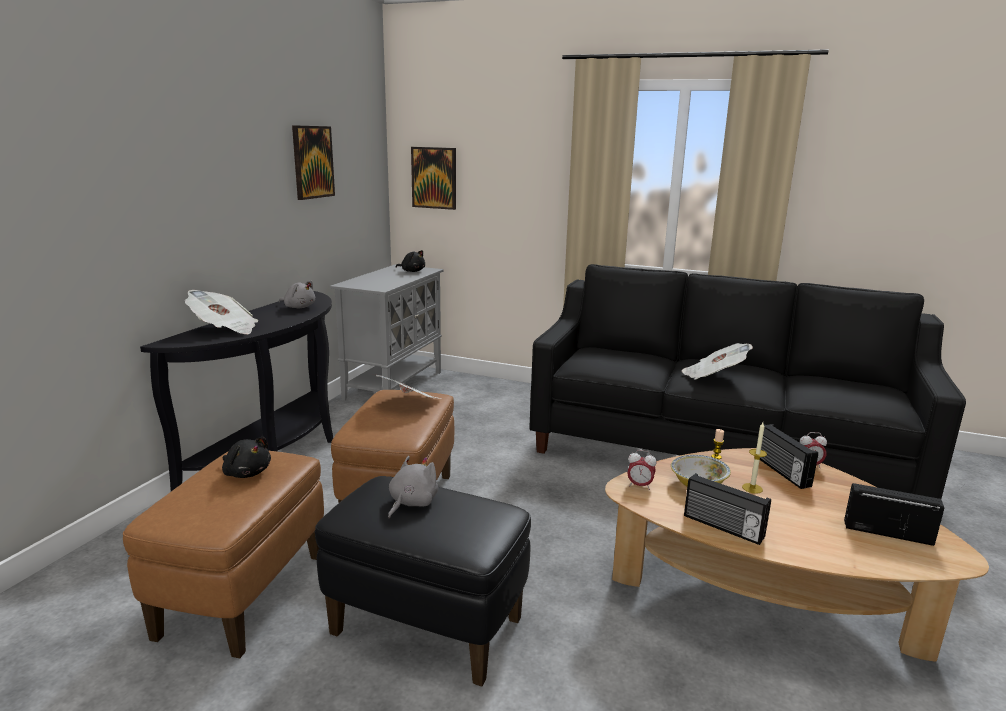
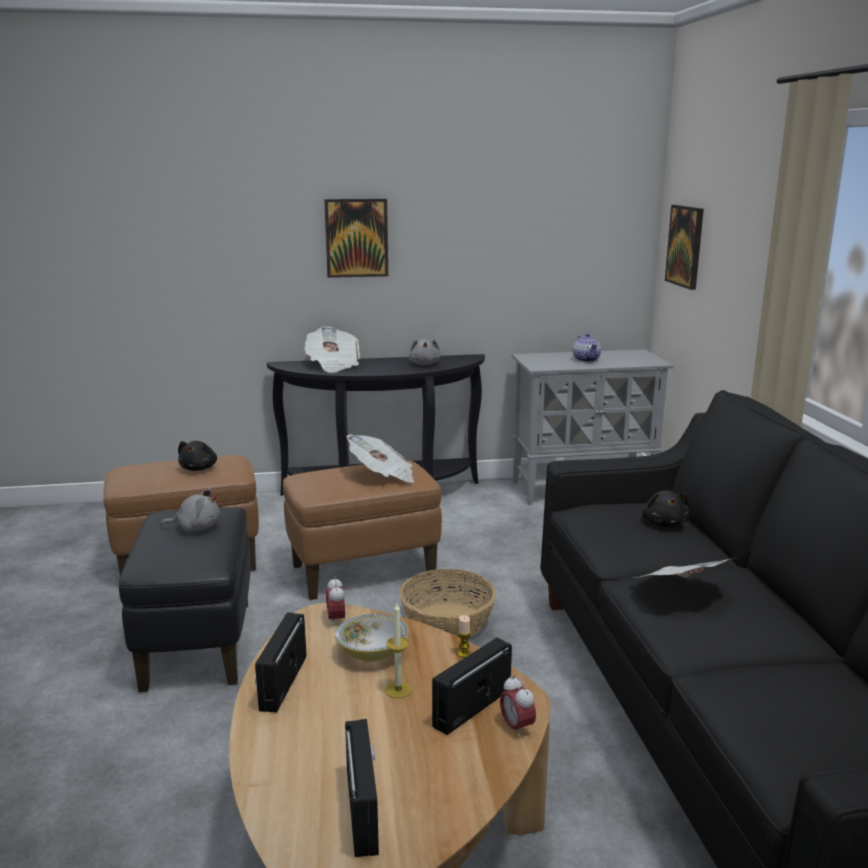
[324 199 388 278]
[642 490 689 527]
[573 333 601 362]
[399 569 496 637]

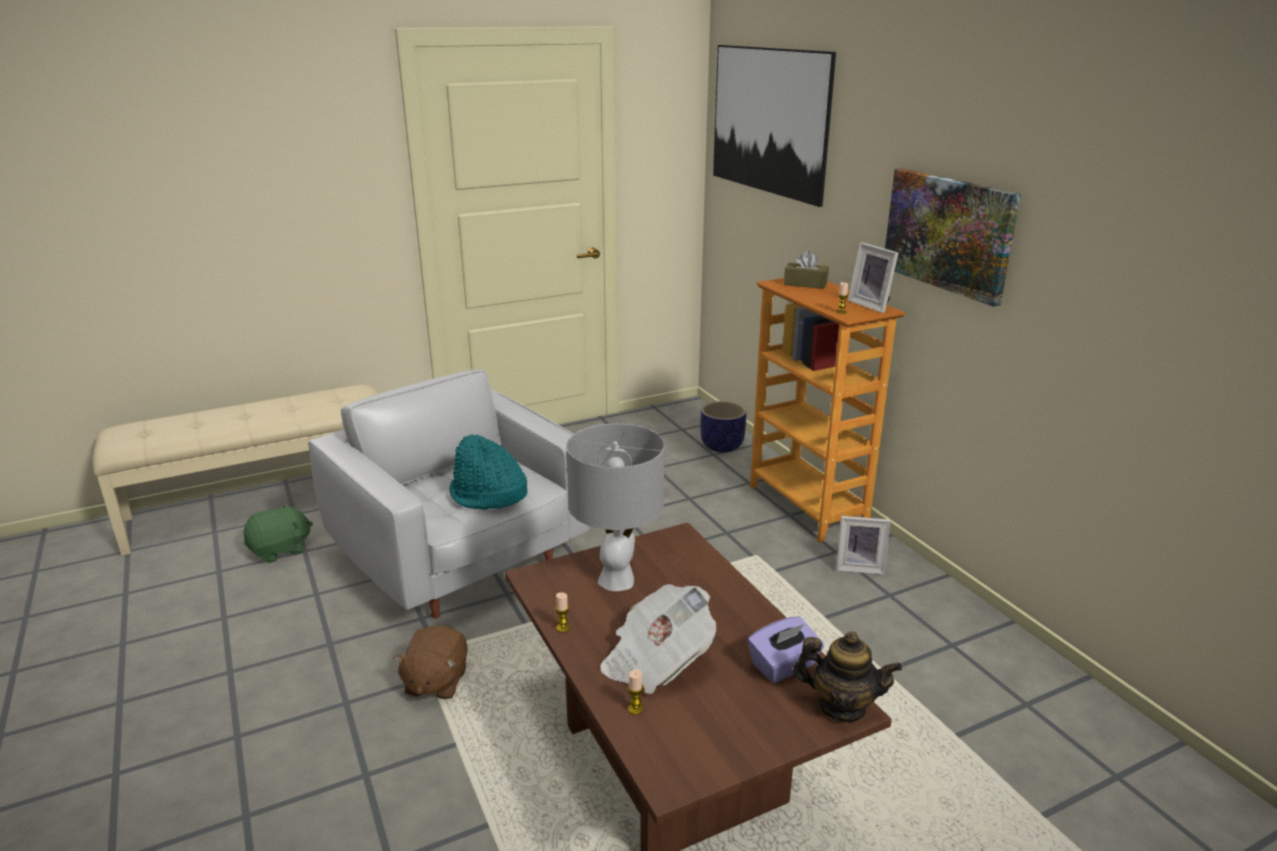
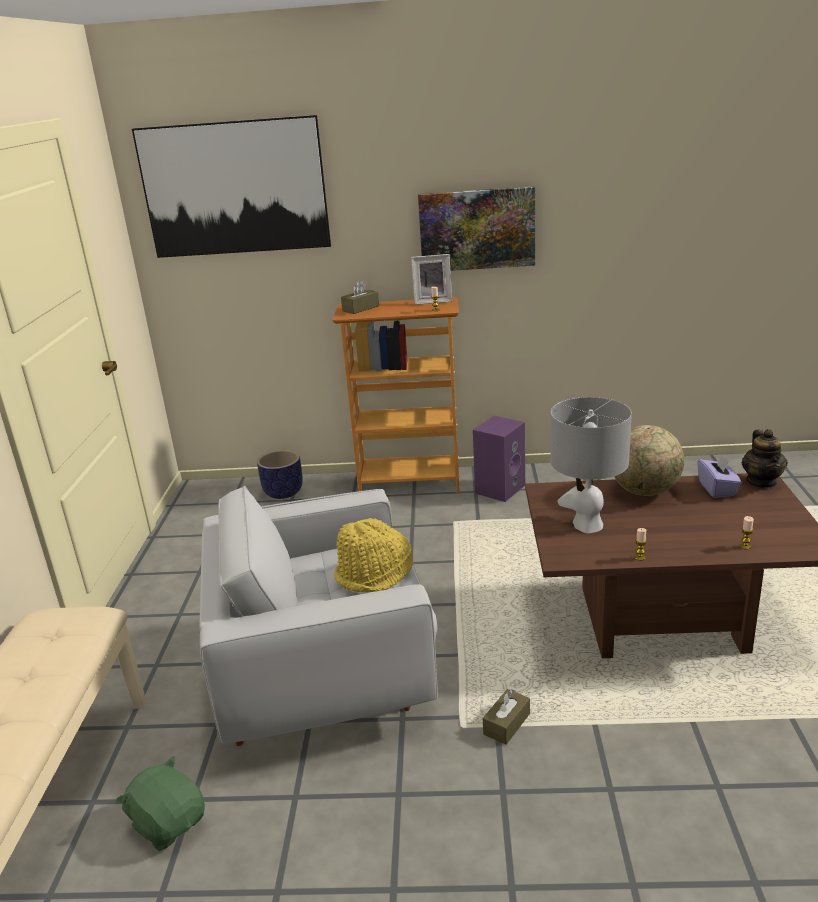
[334 518 413 592]
[116 756 205 851]
[473 416 525 502]
[600 584 716 694] (first image)
[483 689 530 745]
[742 429 788 488]
[614 425 684 496]

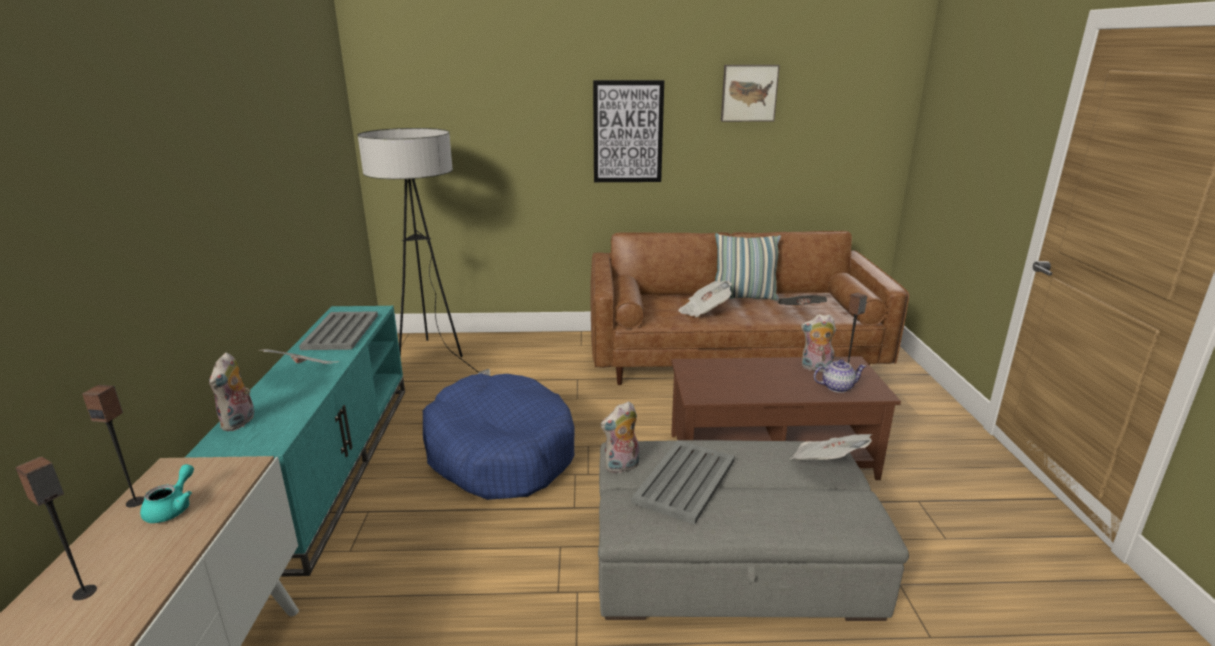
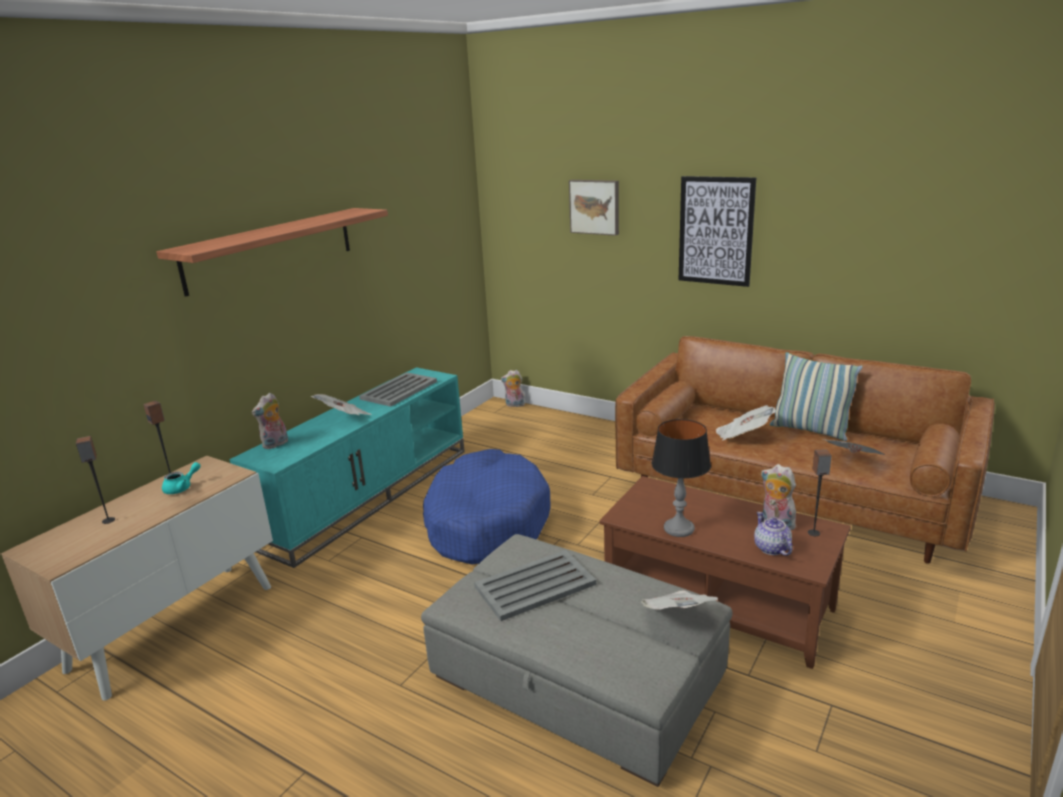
[569 180 619 236]
[358 128 490 376] (first image)
[754 512 793 556]
[501 370 526 407]
[156 208 388 297]
[652 419 711 537]

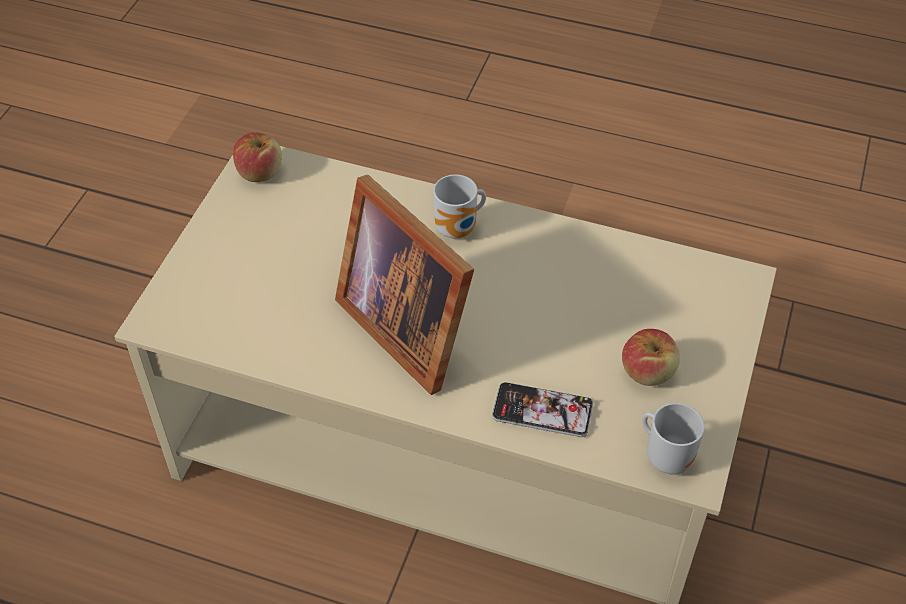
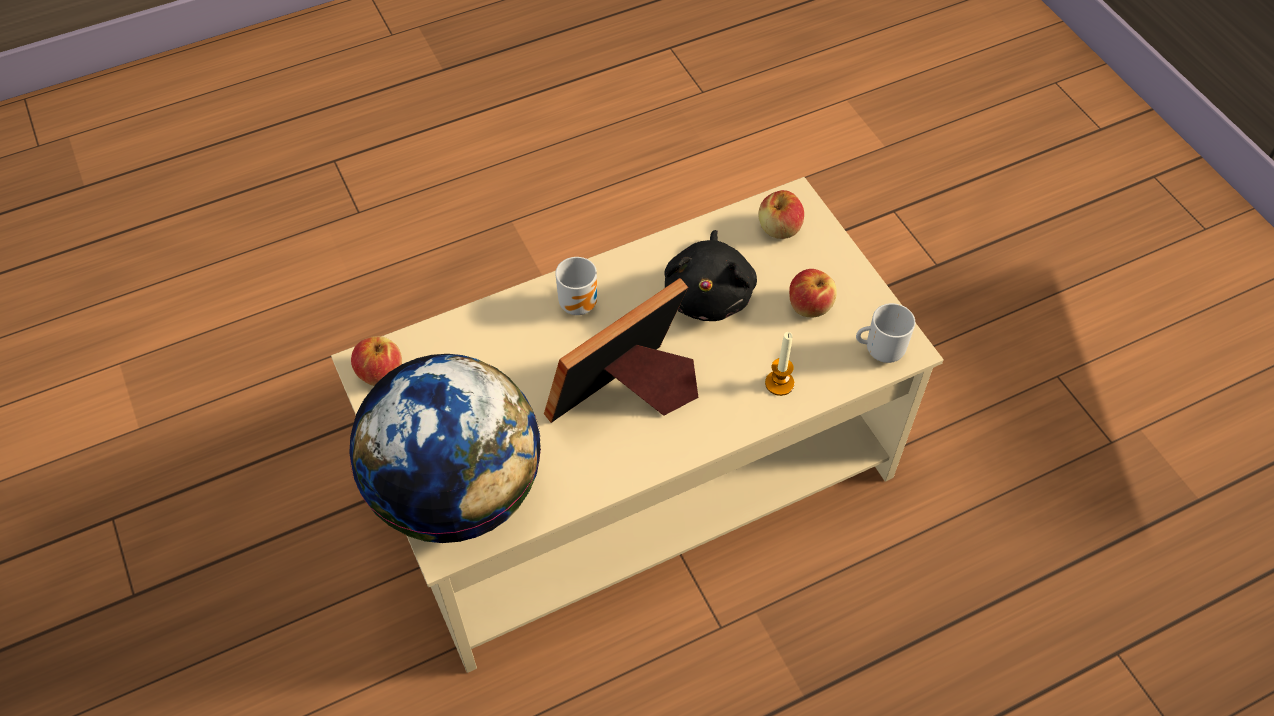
[544 278 698 423]
[765 332 794 396]
[758 190 804 239]
[664 230 757 321]
[349 354 541 543]

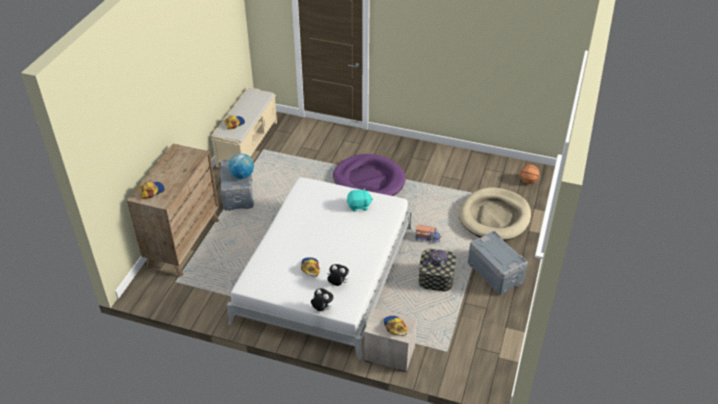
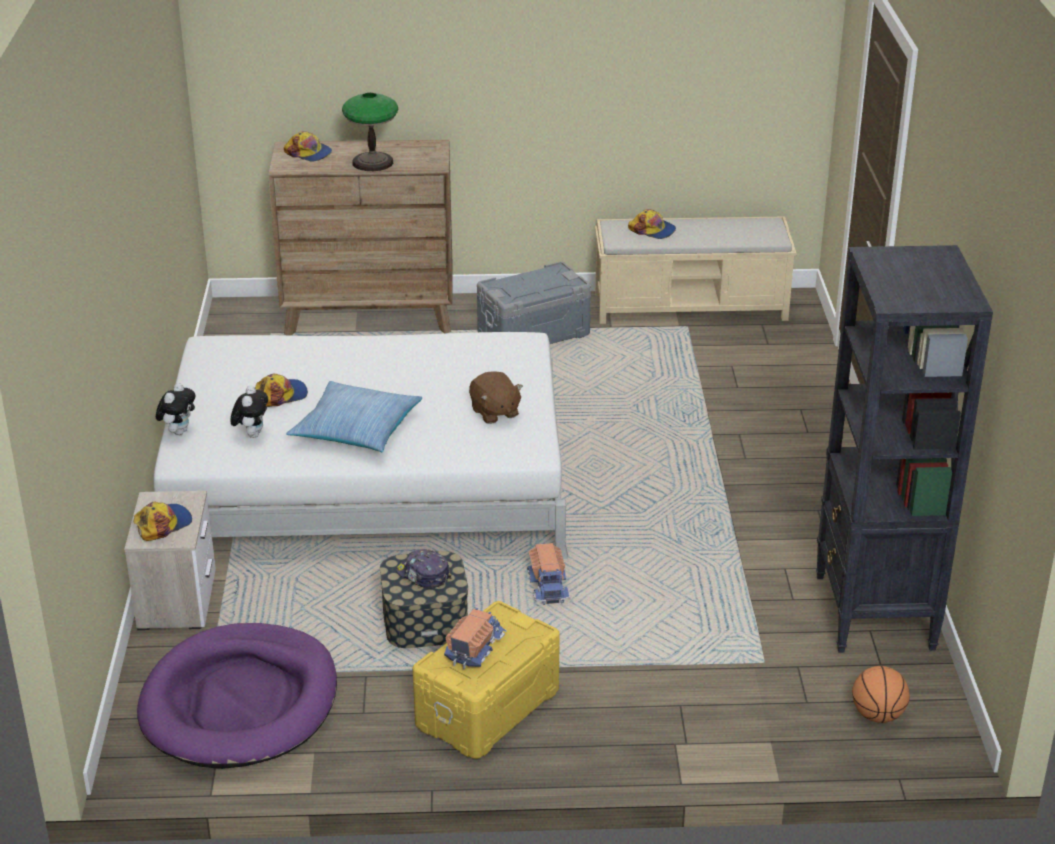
[228 153 254 179] (first image)
[137 623 337 769]
[459 187 531 240] (first image)
[469 371 523 424]
[413 601 560 759]
[342 93 398 171]
[816 245 993 653]
[286 381 422 452]
[444 608 507 669]

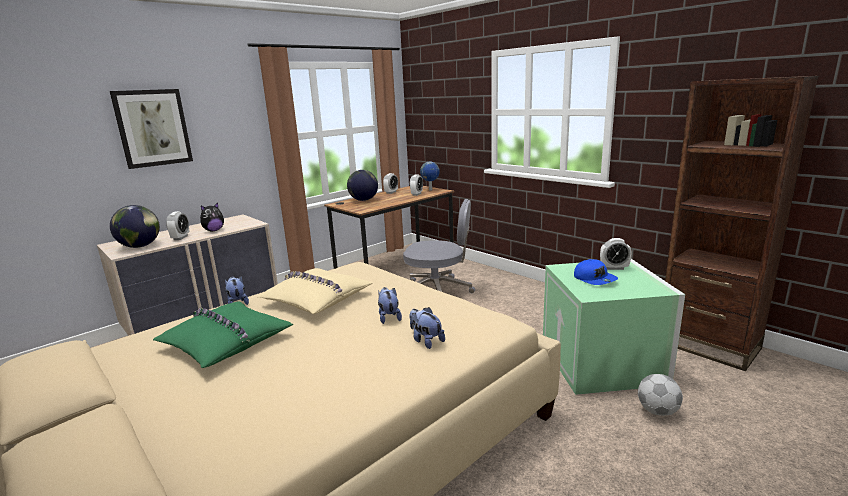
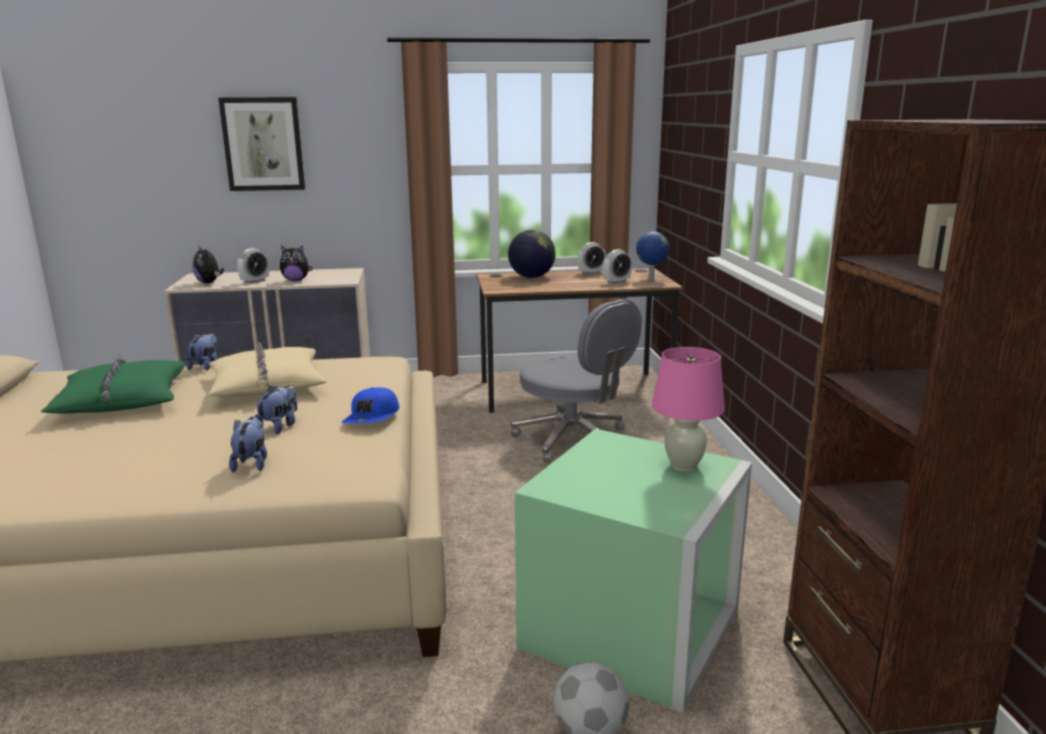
[193 247 224 283]
[652 347 725 472]
[342 387 399 424]

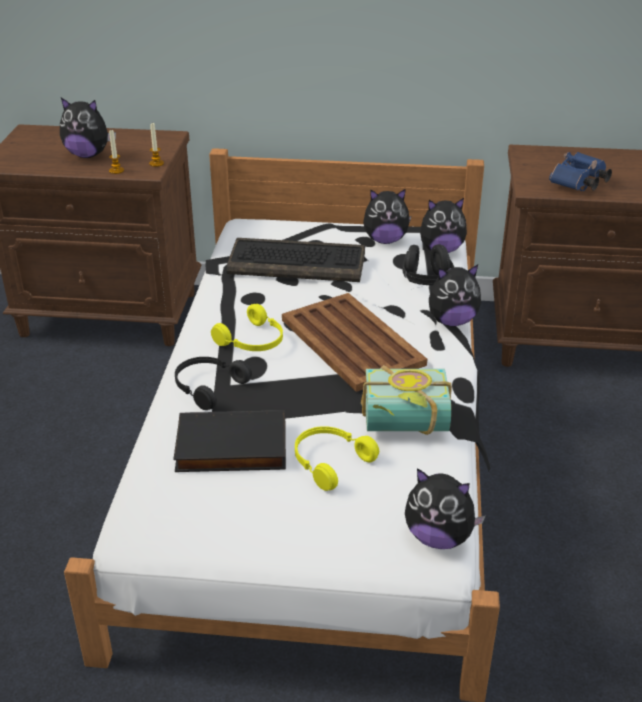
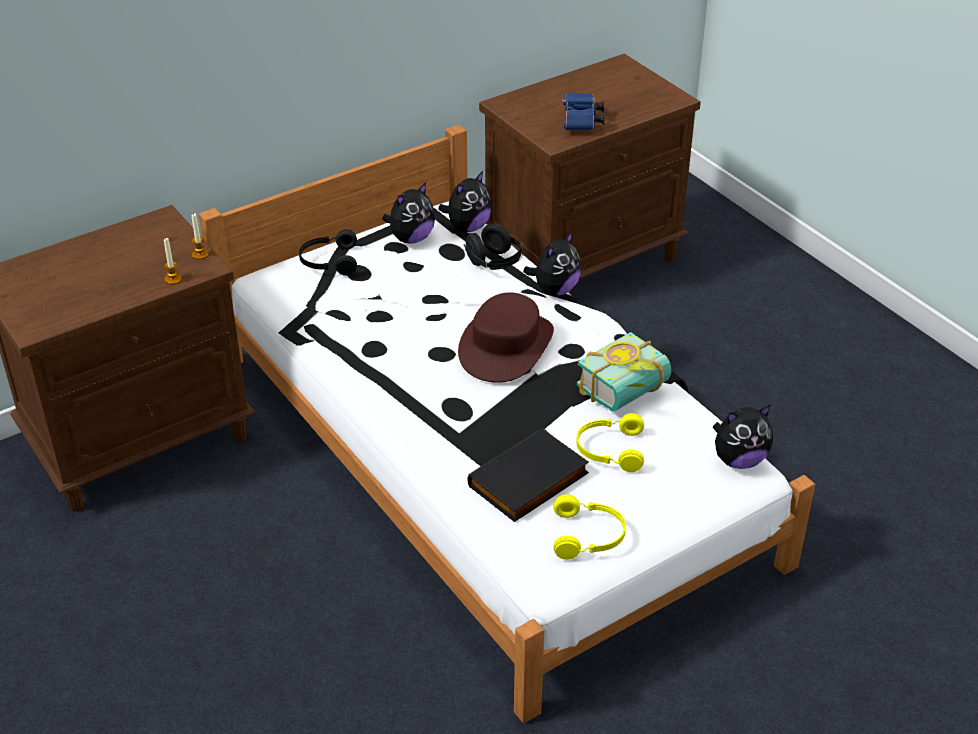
[60 98 116 158] (first image)
[226 238 365 282] (first image)
[458 292 554 383]
[553 494 626 560]
[299 229 357 276]

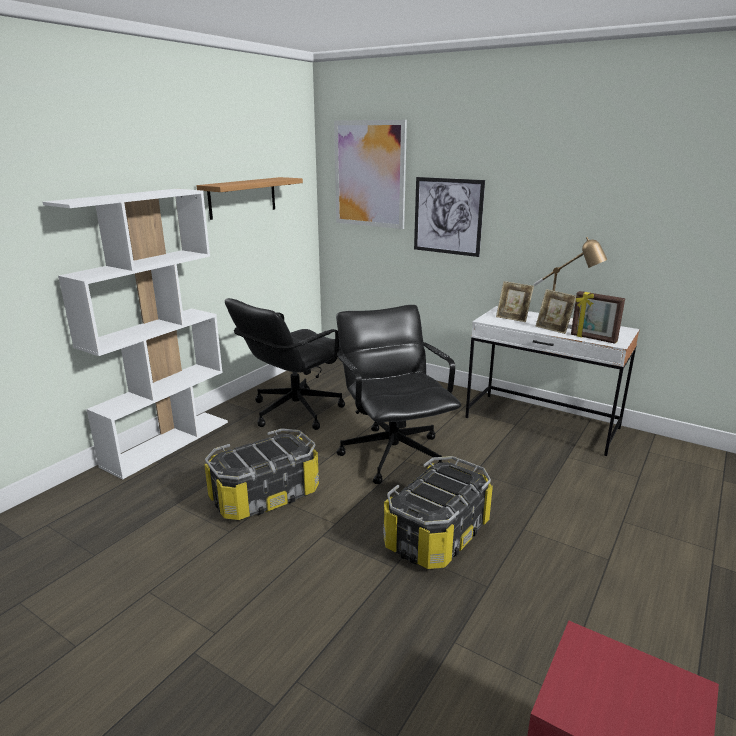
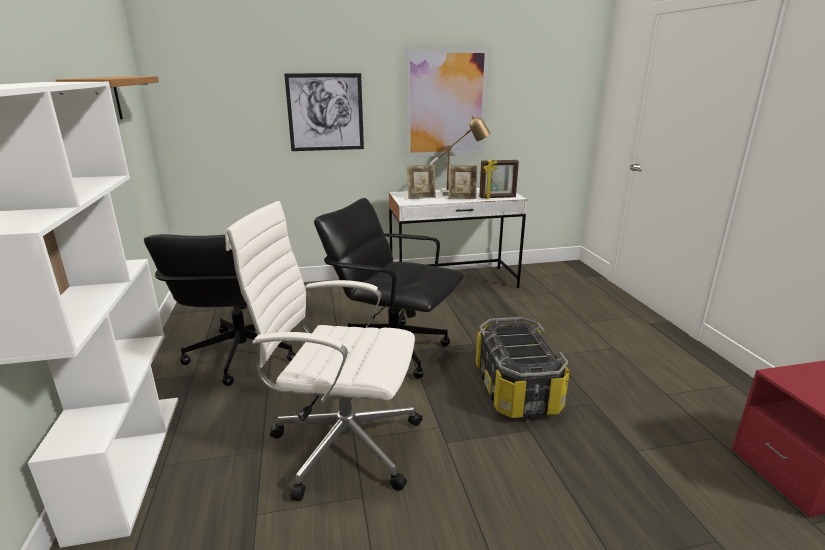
[405 47 489 157]
[225 201 422 501]

